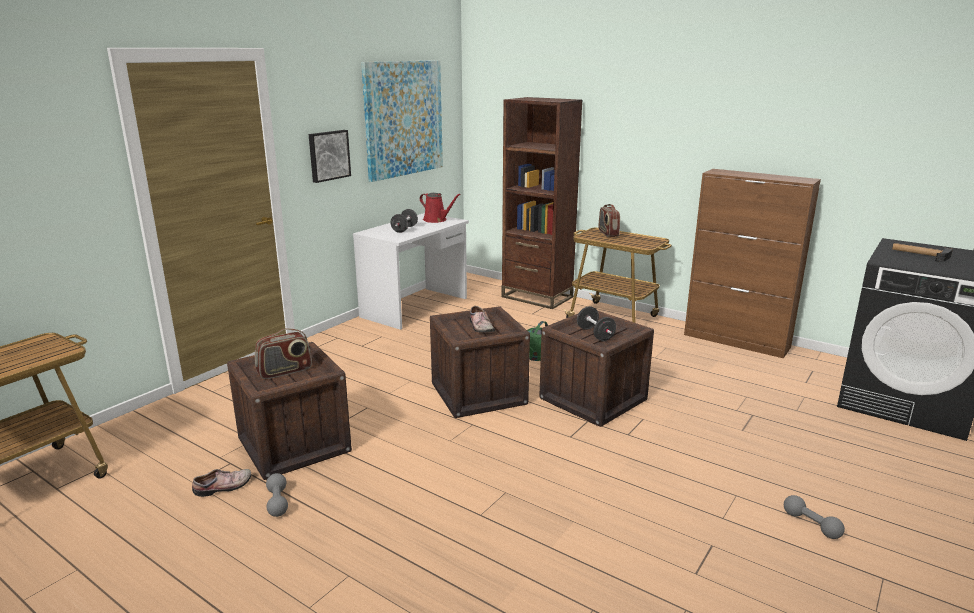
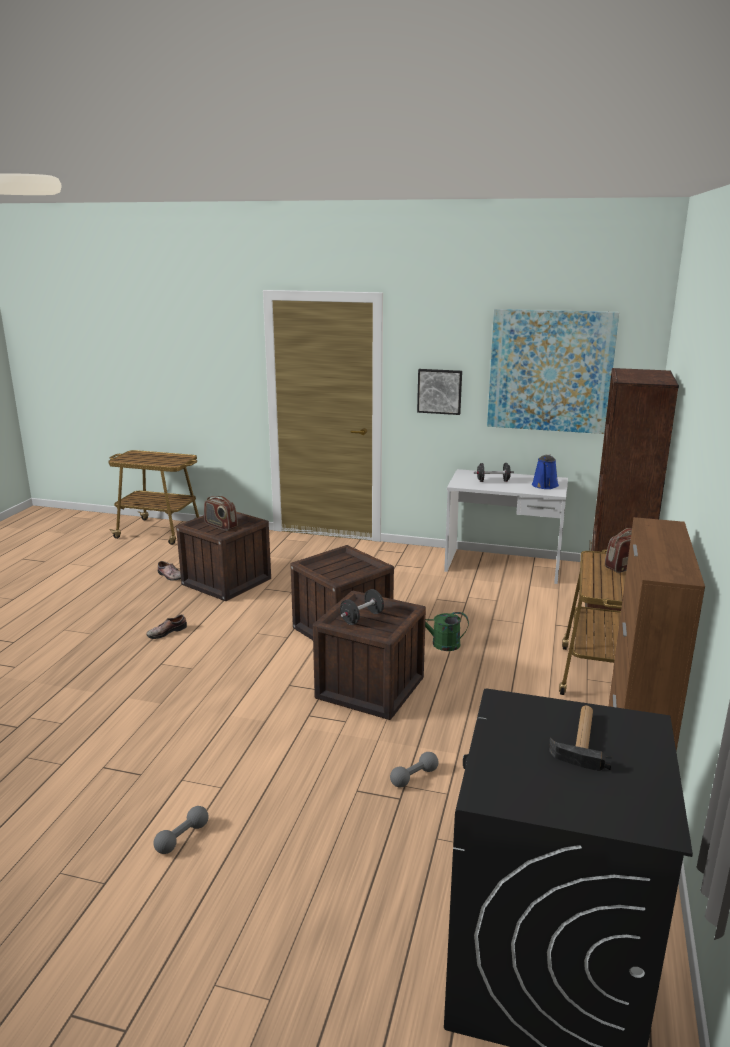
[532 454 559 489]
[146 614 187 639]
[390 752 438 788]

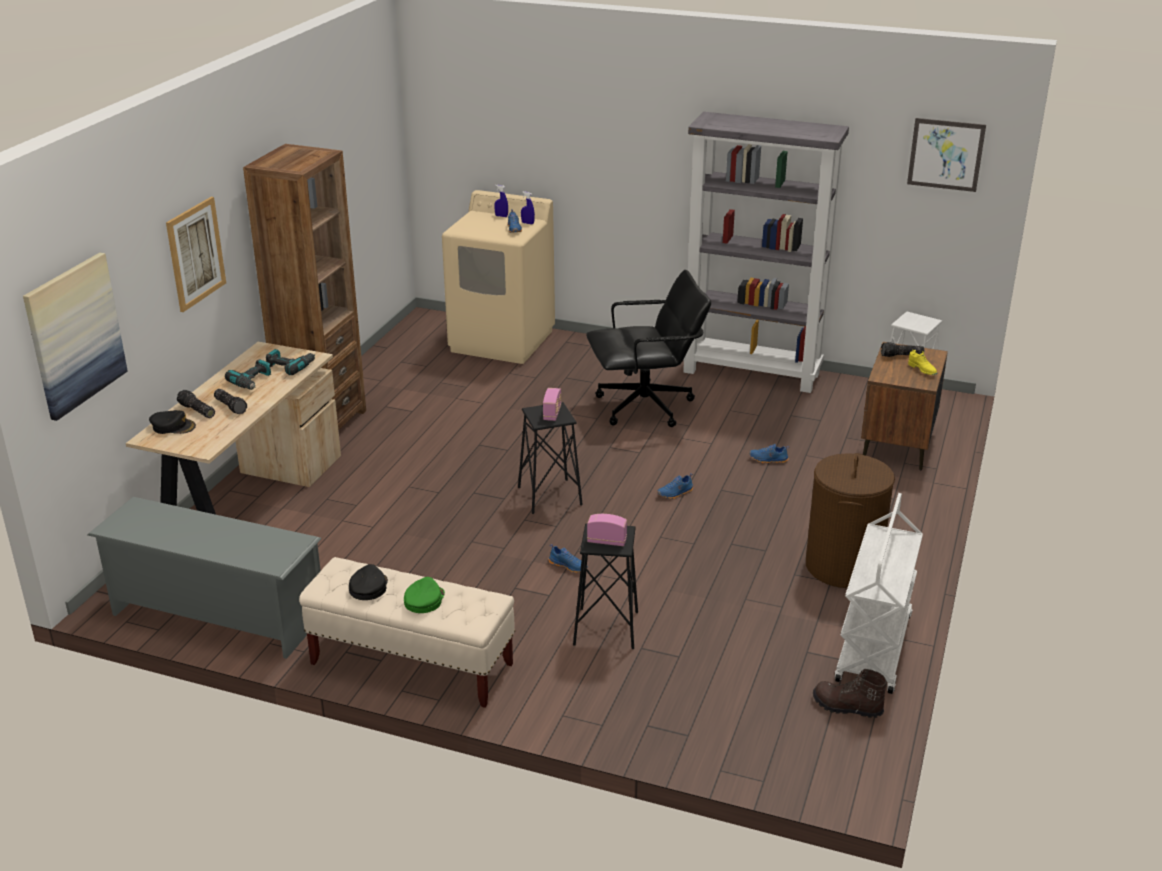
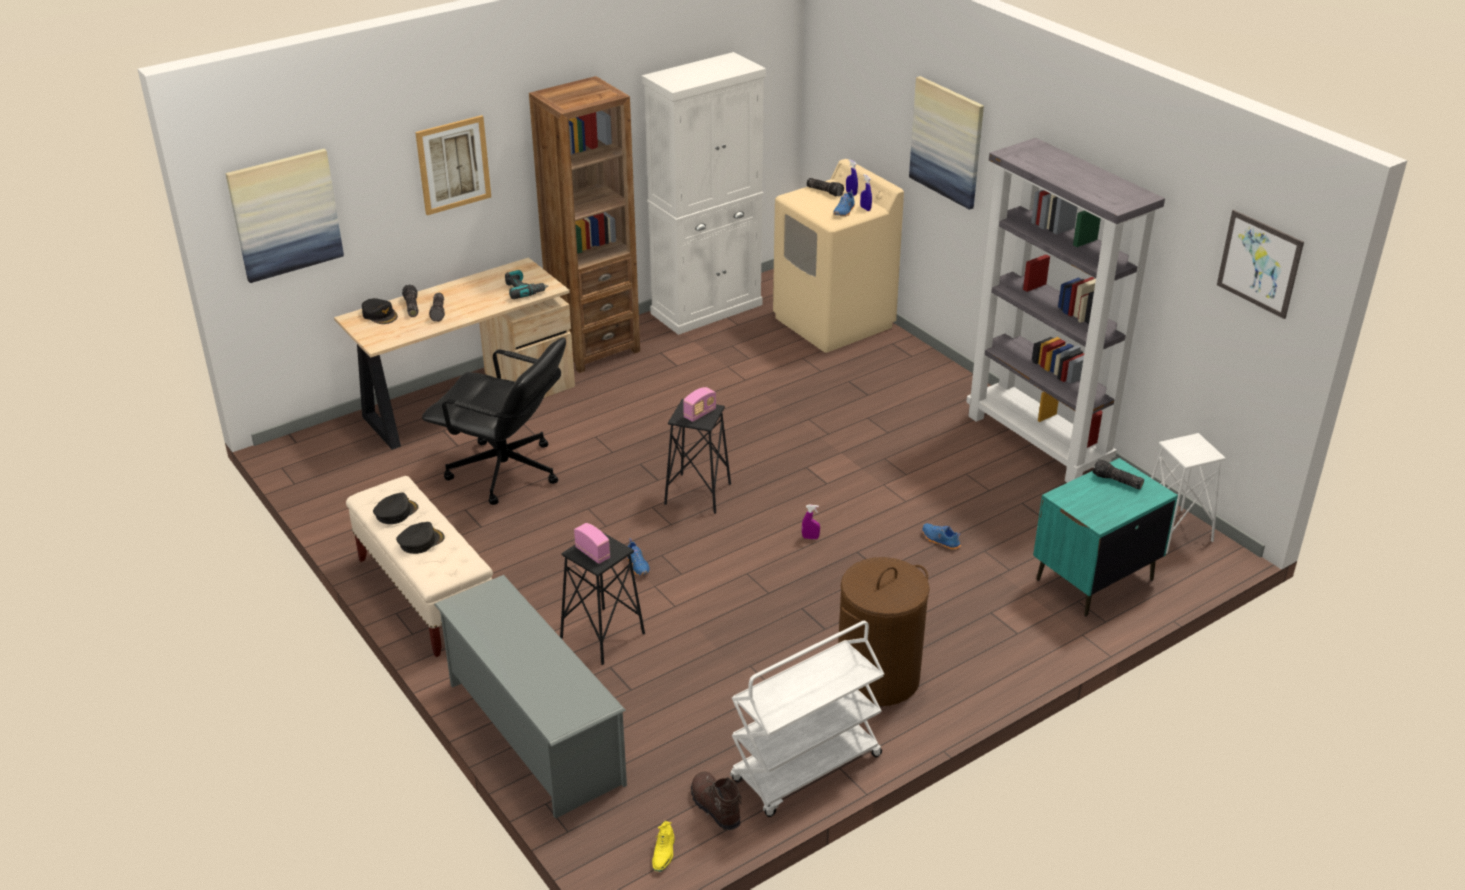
[422 337 566 505]
[1033 458 1178 617]
[652 821 674 872]
[225 359 271 390] (first image)
[802 505 820 539]
[434 575 627 819]
[396 522 445 554]
[642 52 766 335]
[909 76 984 210]
[806 178 844 197]

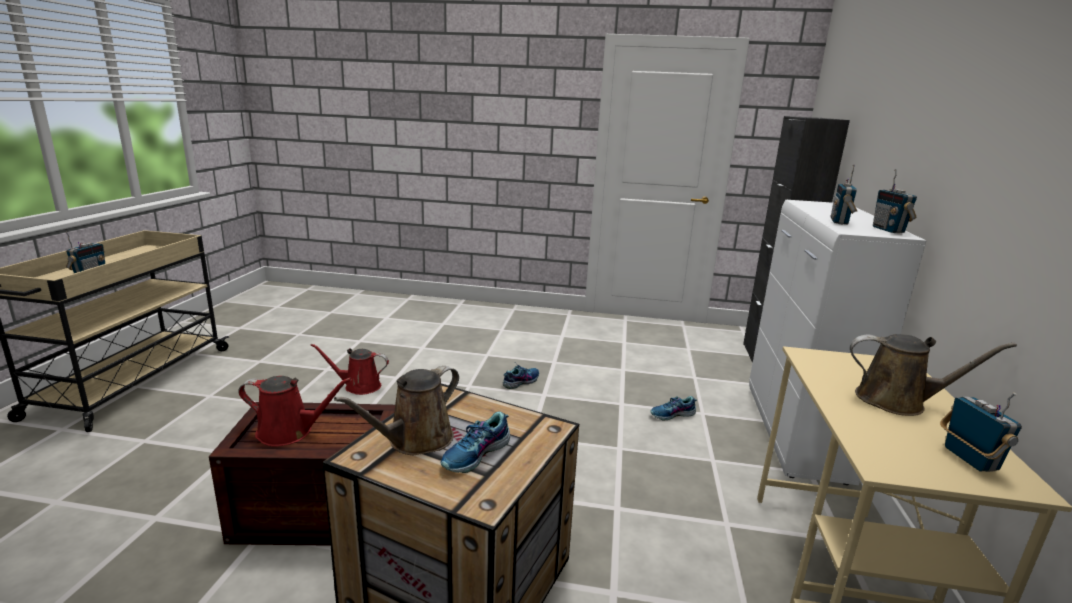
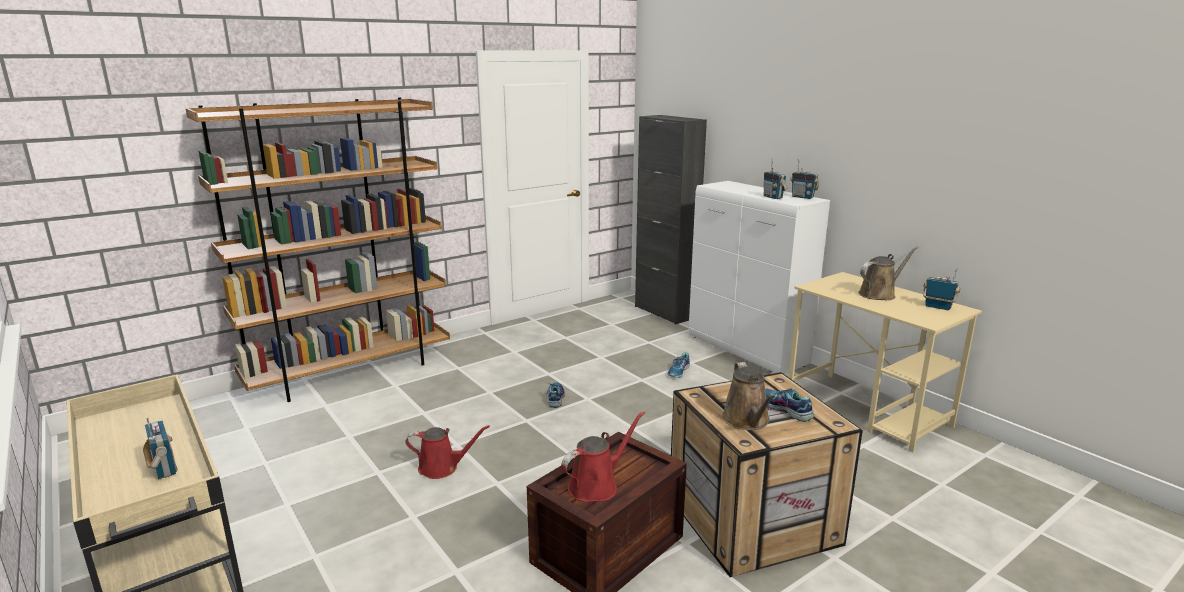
[405 425 490 479]
[765 388 814 422]
[185 97 450 402]

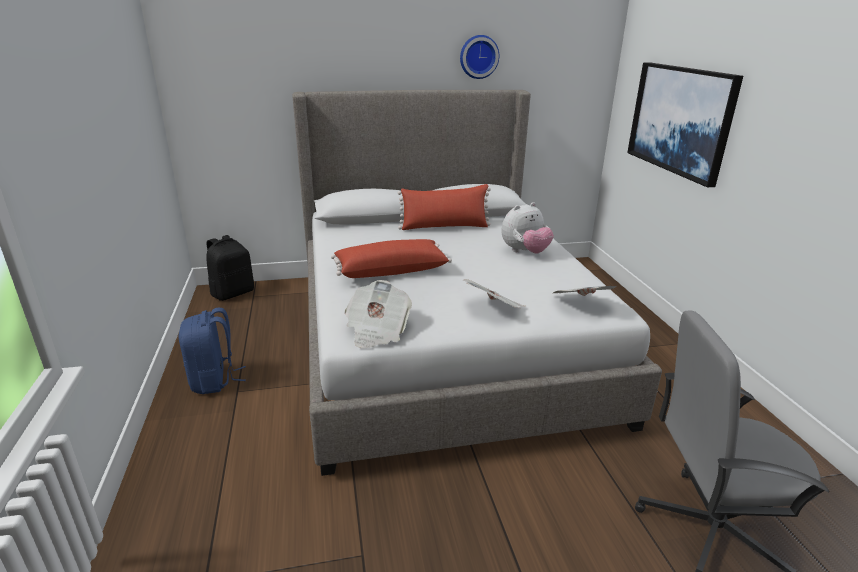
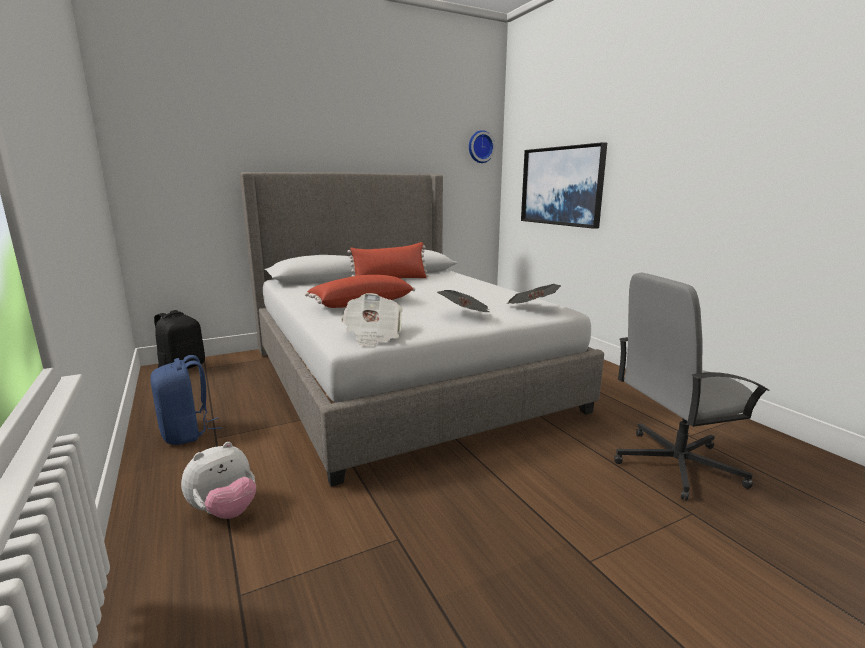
[469 130 495 163]
[181 442 256 519]

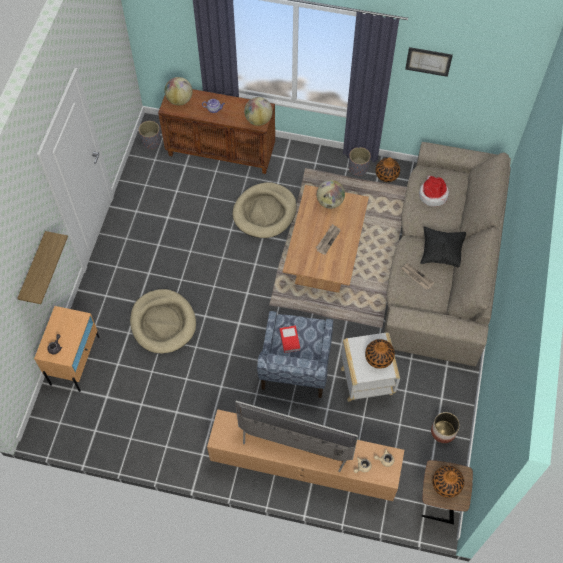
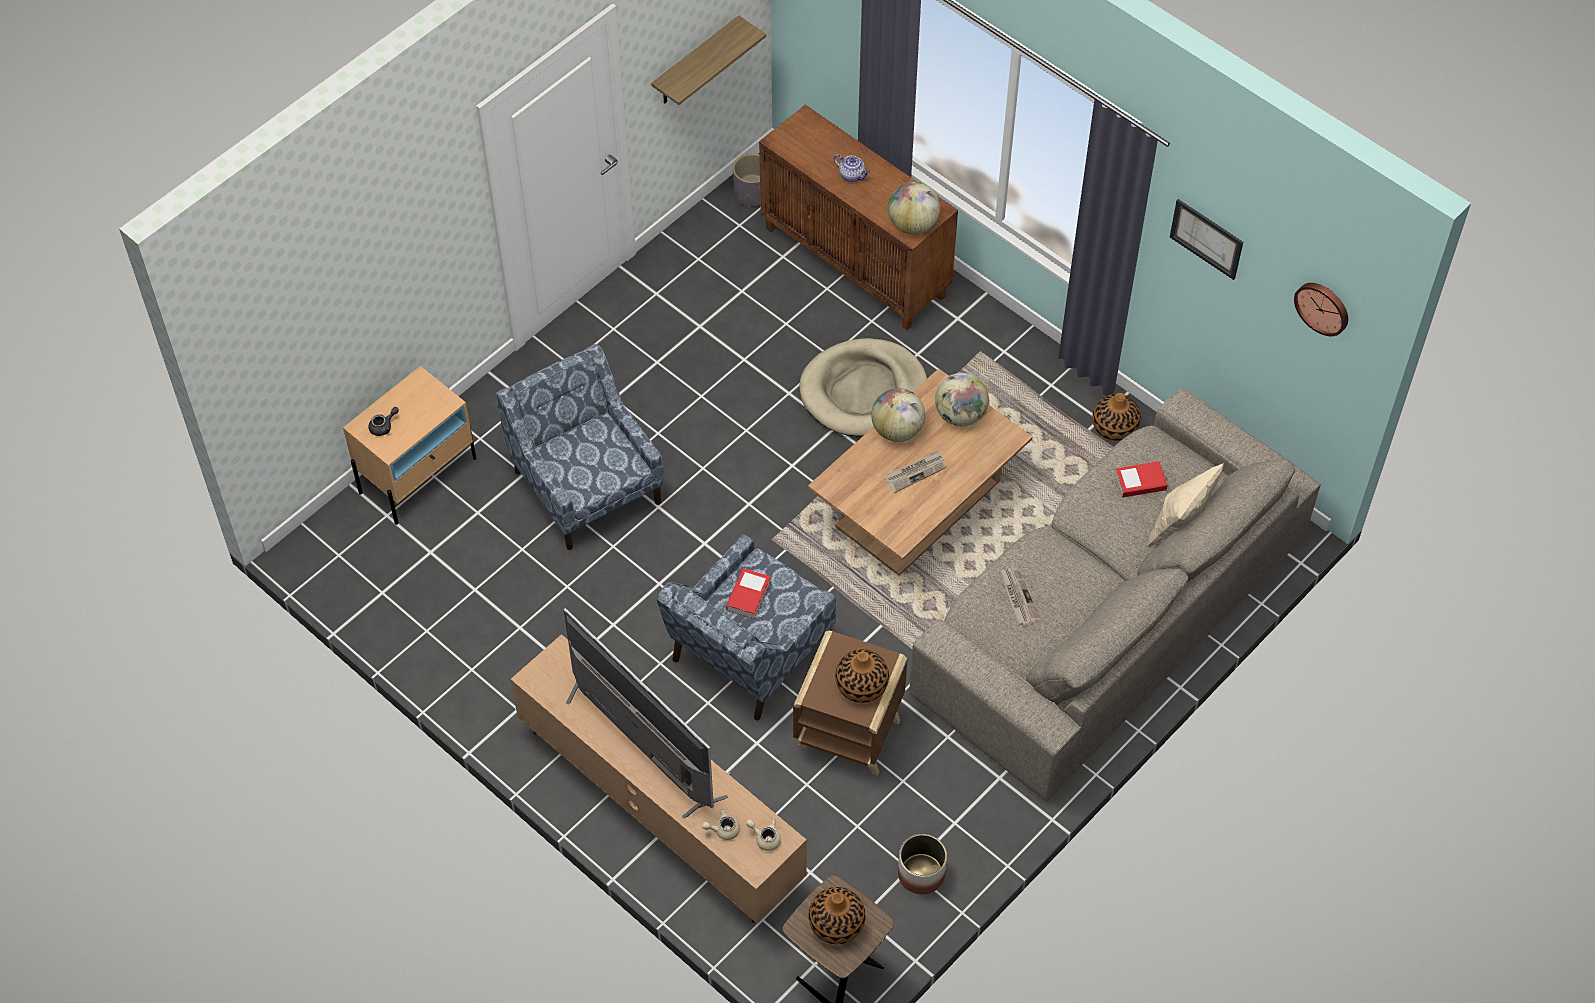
[871 388 925 442]
[349 147 371 176] (first image)
[1115 461 1168 498]
[420 227 466 268] (first image)
[651 16 766 105]
[495 344 664 550]
[793 631 907 776]
[1294 283 1348 336]
[1147 463 1224 546]

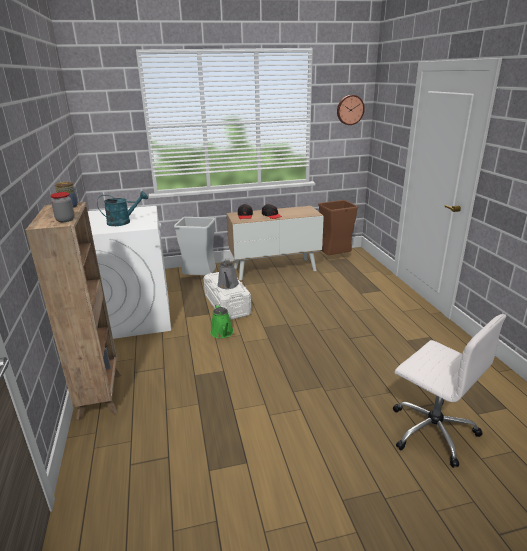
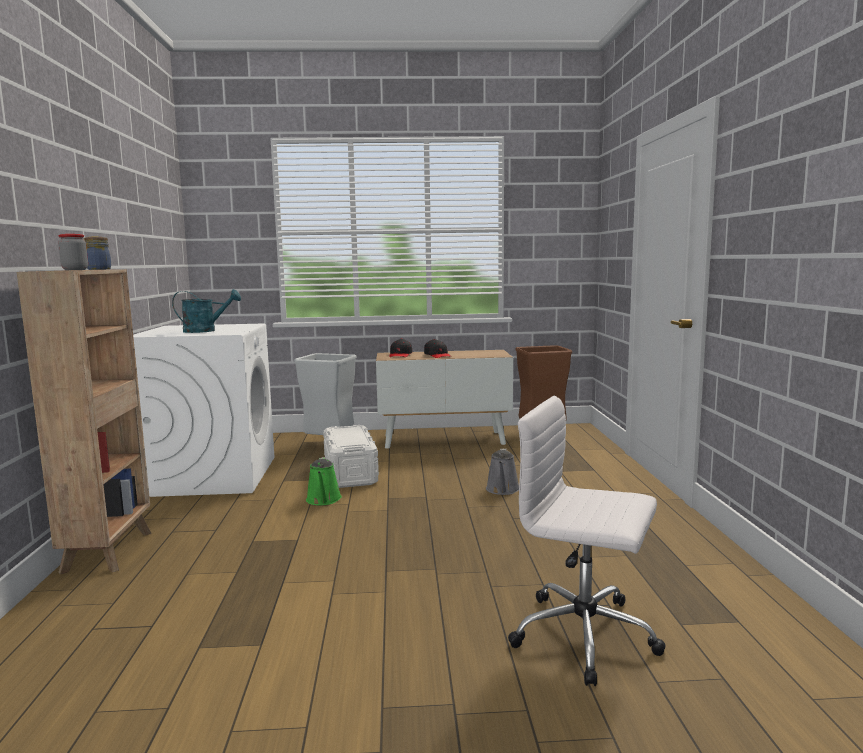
[337 95 365 125] (first image)
[486 449 519 495]
[508 396 666 686]

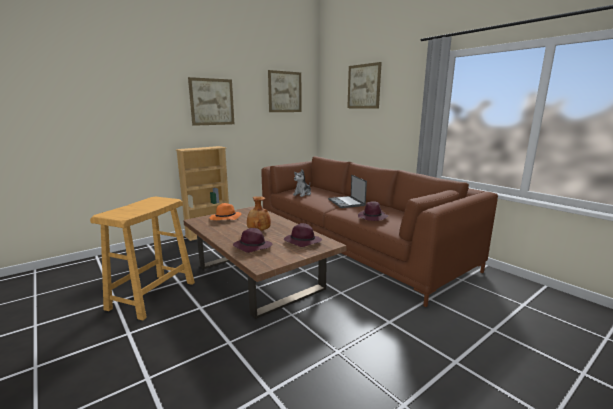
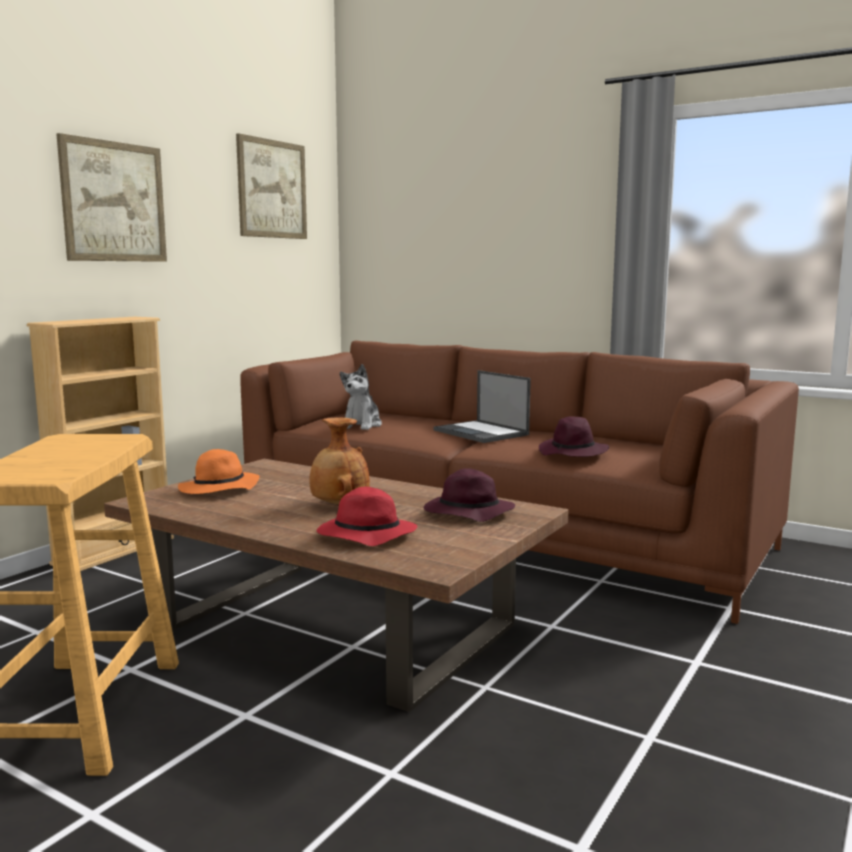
[347 62 382 108] (first image)
[317 487 417 546]

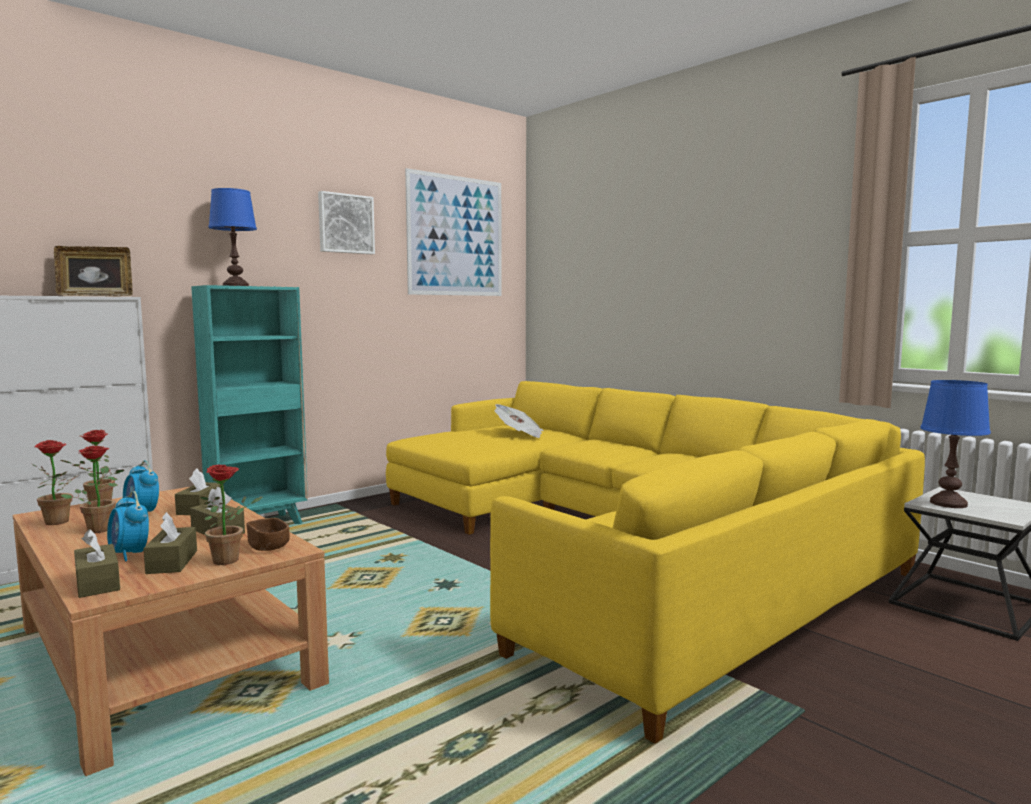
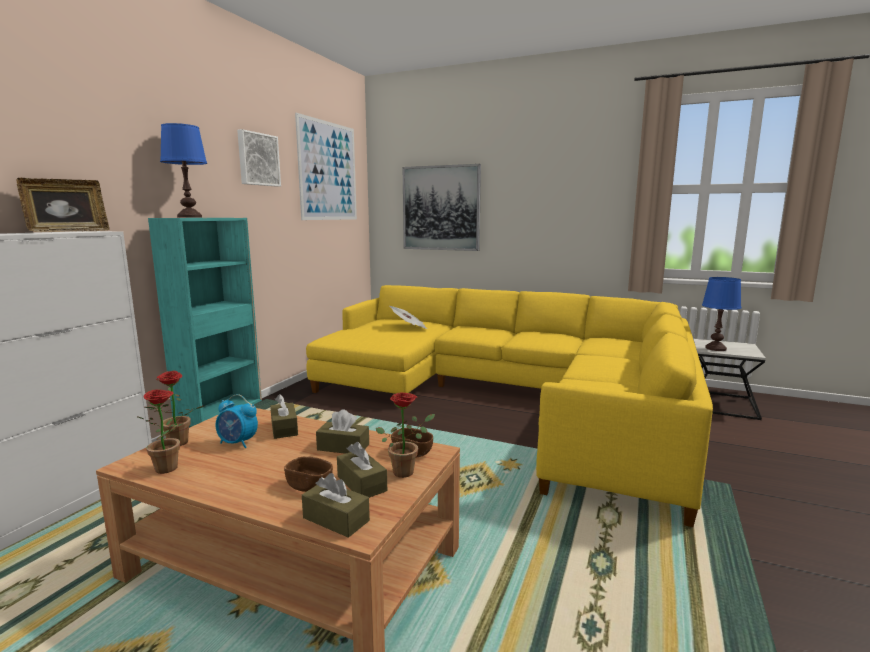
[60 446 118 533] (first image)
[284 456 333 492]
[403 164 481 251]

